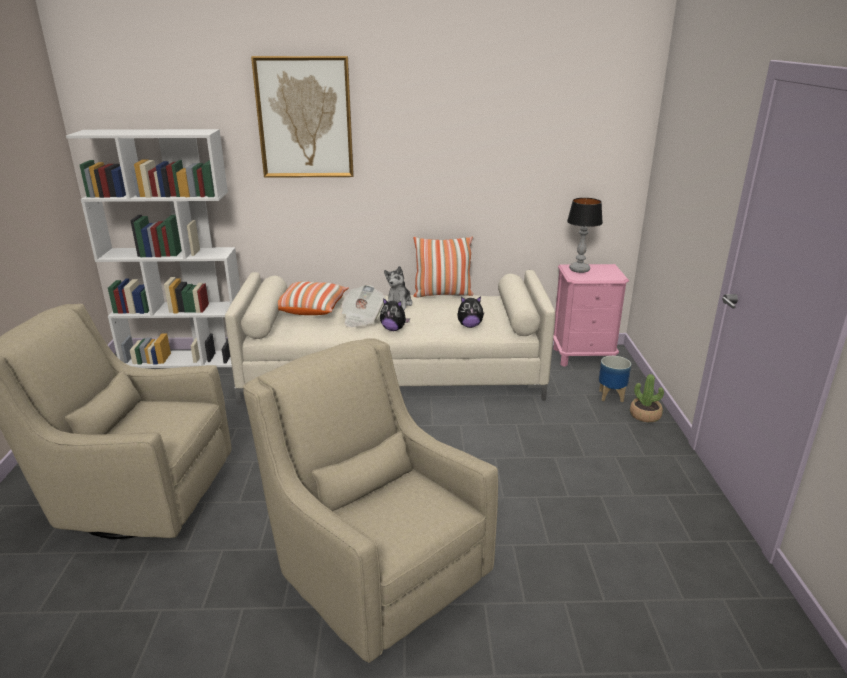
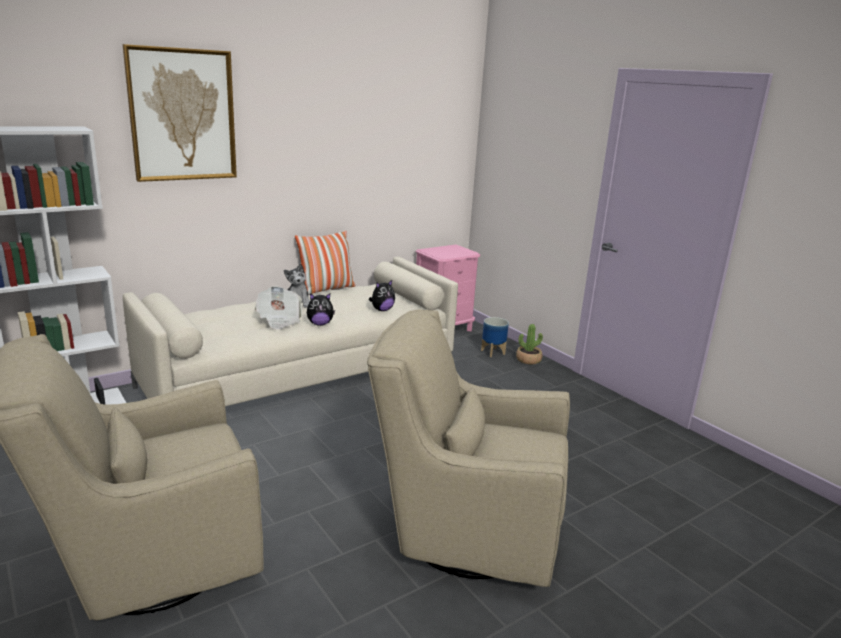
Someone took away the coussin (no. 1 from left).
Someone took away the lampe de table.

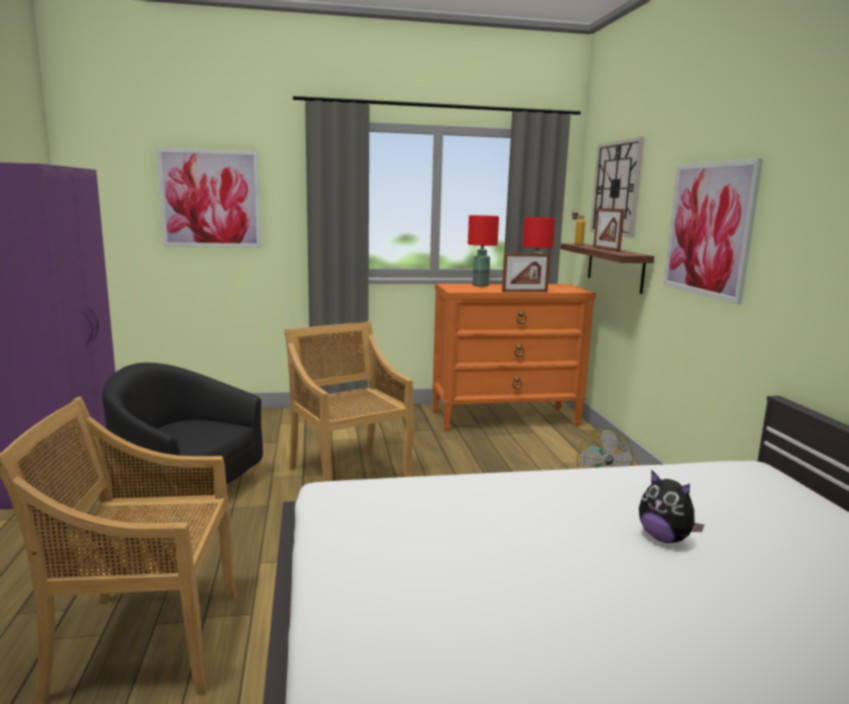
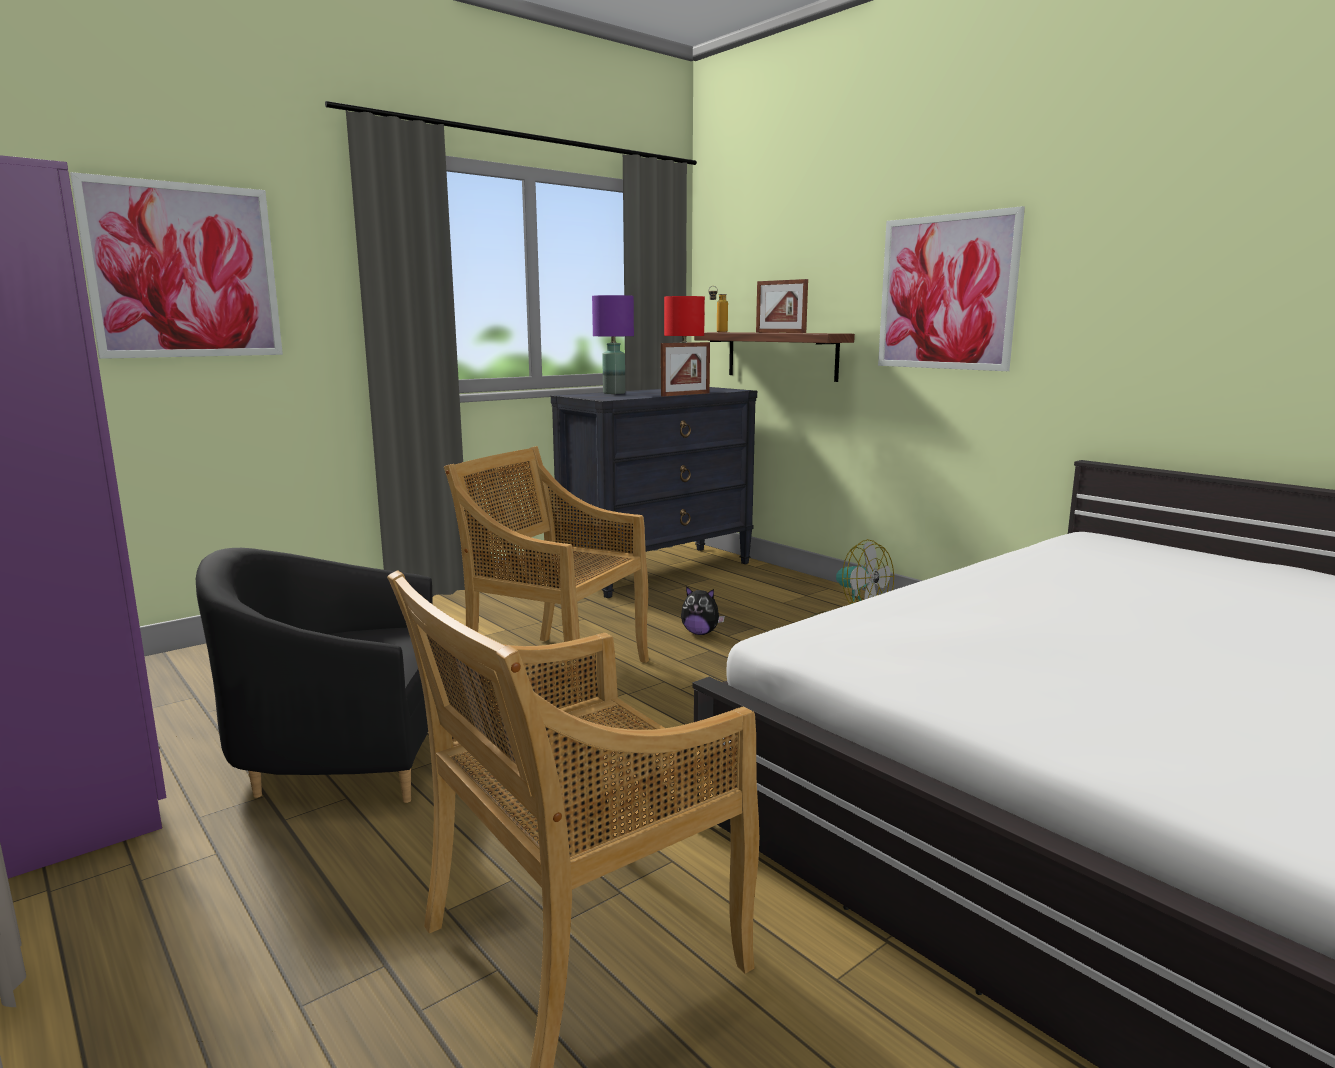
Someone repainted the commode [orange], which became the commode [noir].
Someone repainted the lampe de table [rouge] (no. 1 from left), which became the lampe de table [violet].
Someone took away the horloge murale.
Someone carried the peluche.

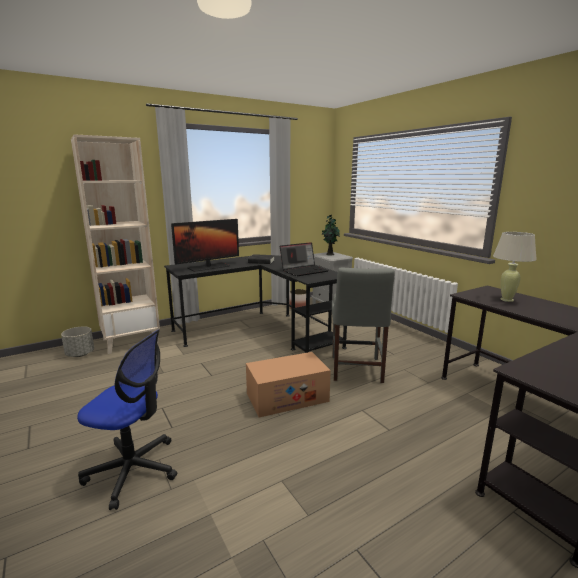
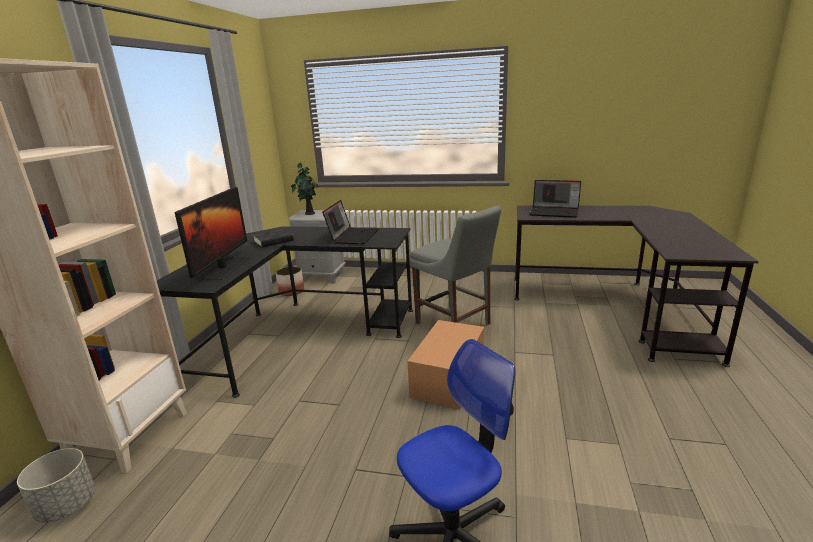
Someone swapped the lampe de table [beige] for the ordinateur portable (no. 2 from left).

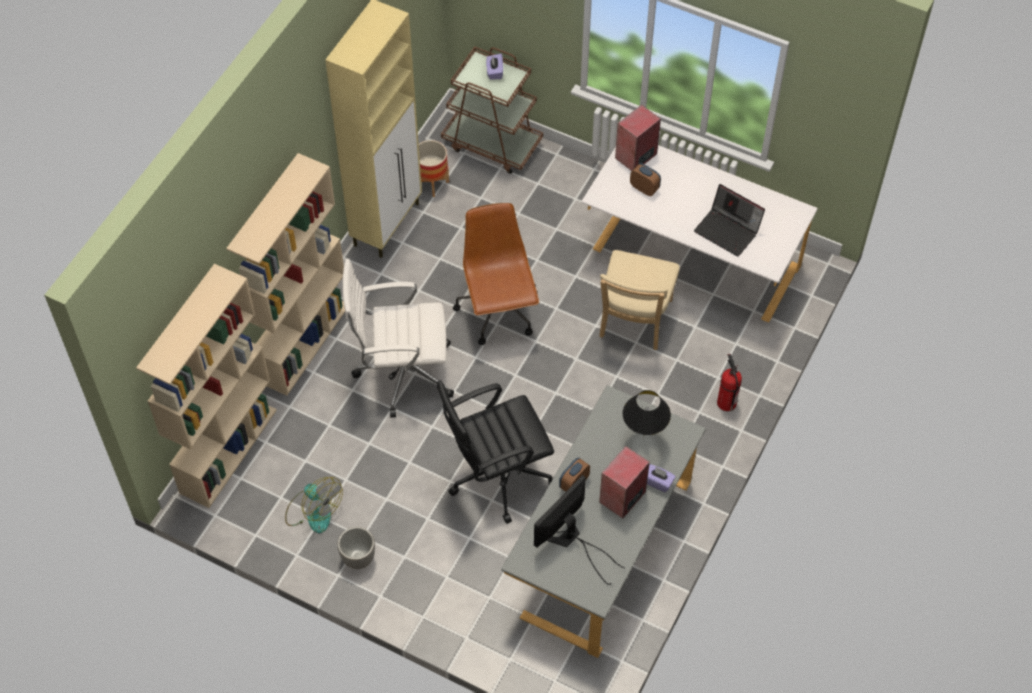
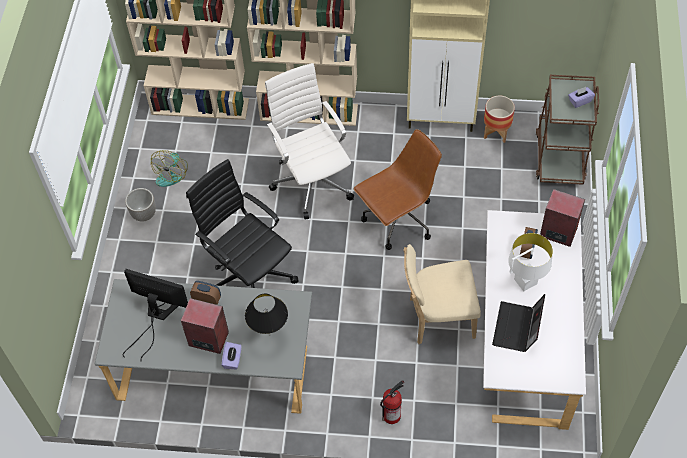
Someone put down the lampe de table [blanc].

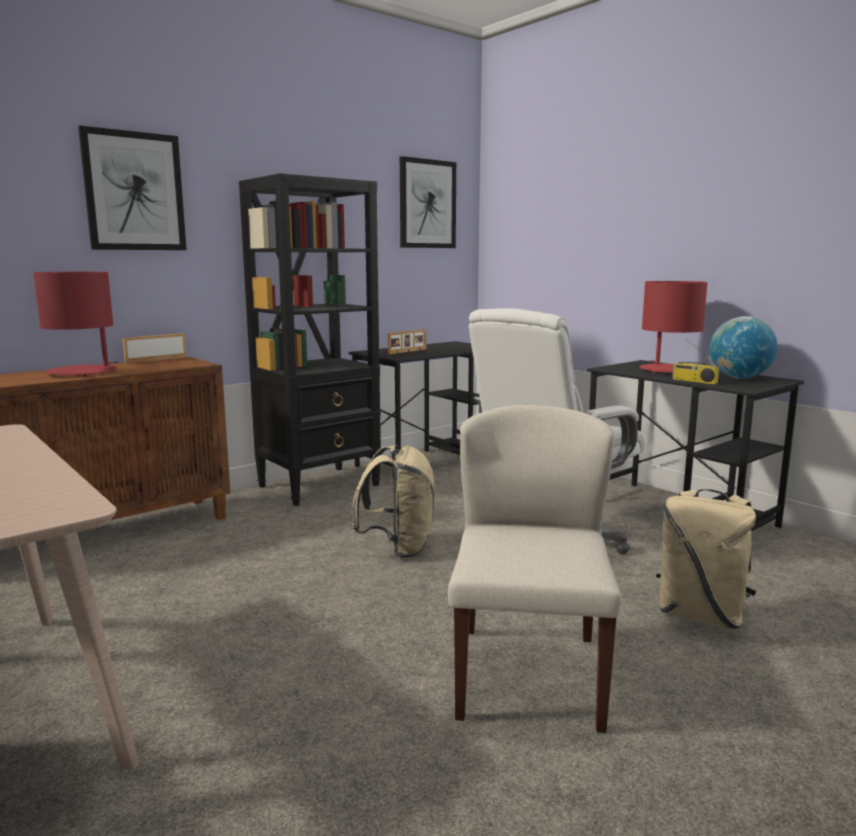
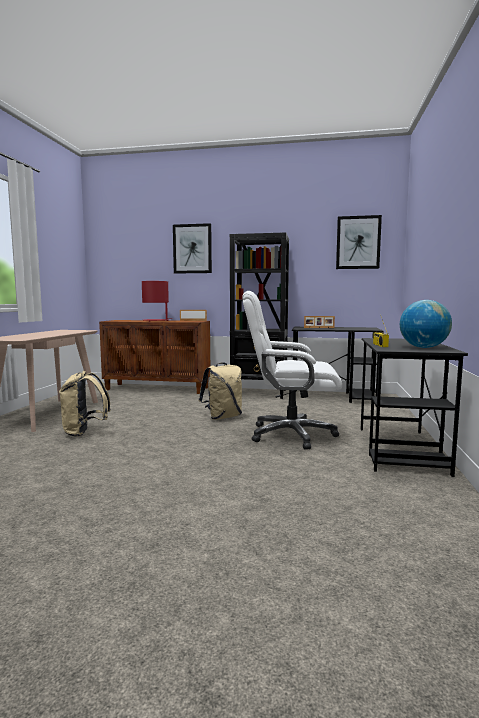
Someone took away the chaise [beige].
Someone took away the lampe de table [rouge] (no. 2 from left).
Someone carried the sac à dos [beige] (no. 2 from left in the first image).

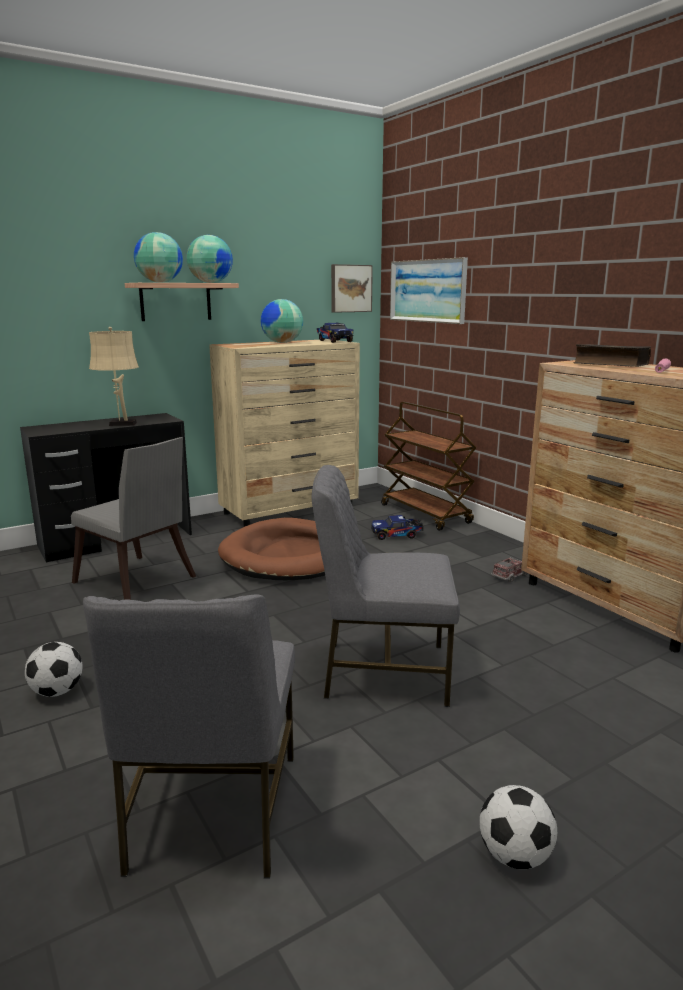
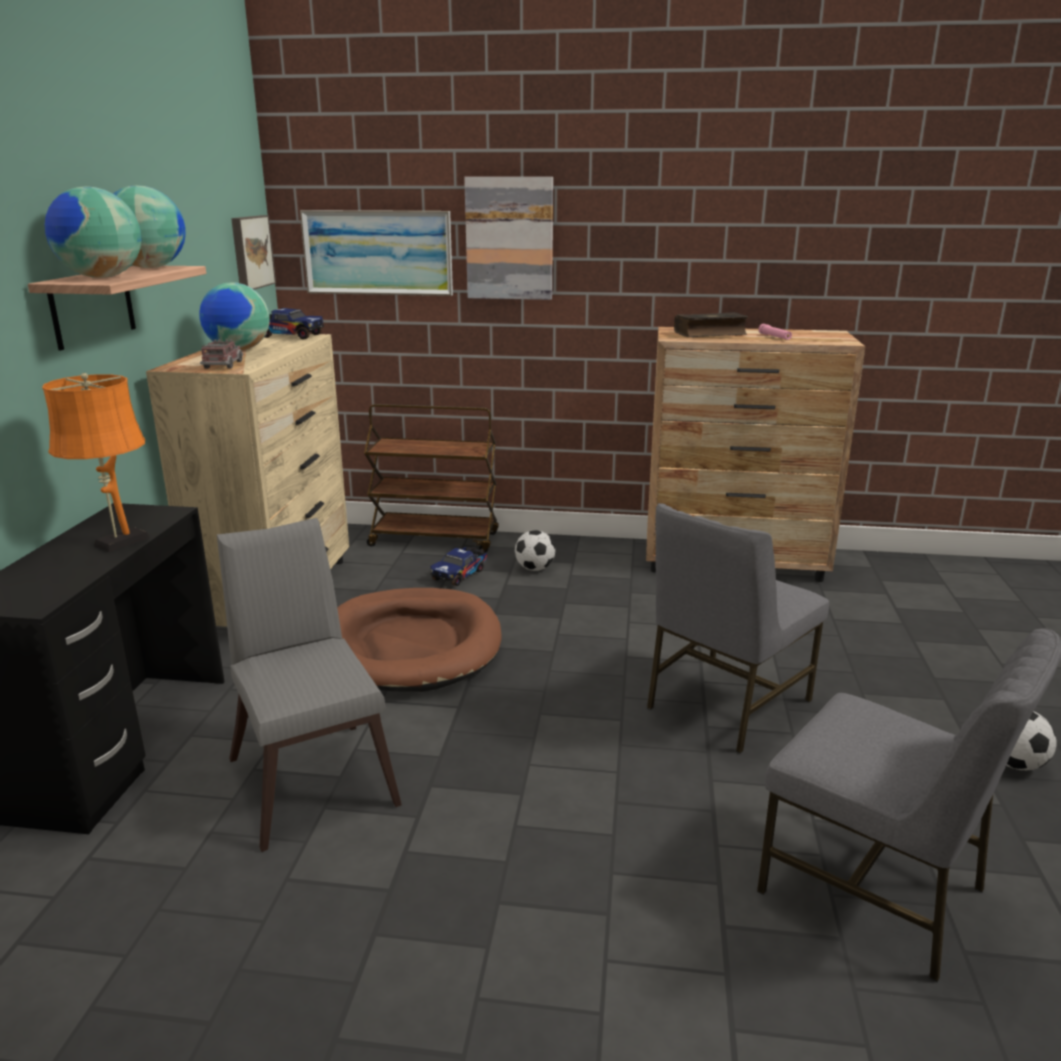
Someone carried the ballon de foot (no. 1 from left).
Someone rotated the chaise [gris] (no. 1 from left) by 105 degrees counterclockwise.
Someone repainted the lampe de table [beige], which became the lampe de table [orange].
Someone carried the camion jouet (no. 3 from left in the first image).
Someone put up the tableau (no. 3 from left).

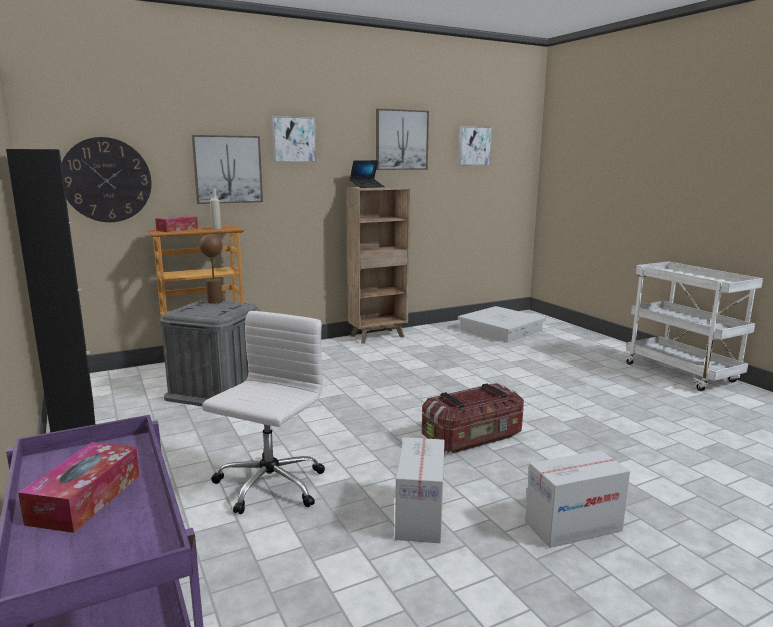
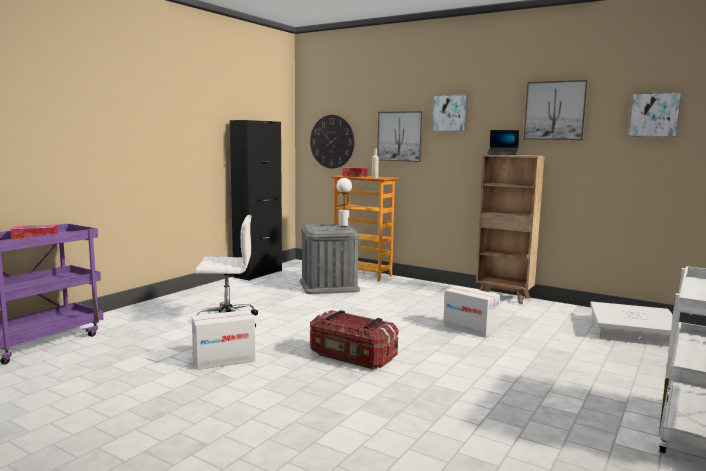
Someone repainted the lampe de table [marron], which became the lampe de table [blanc].
Someone carried the carton (no. 2 from left).

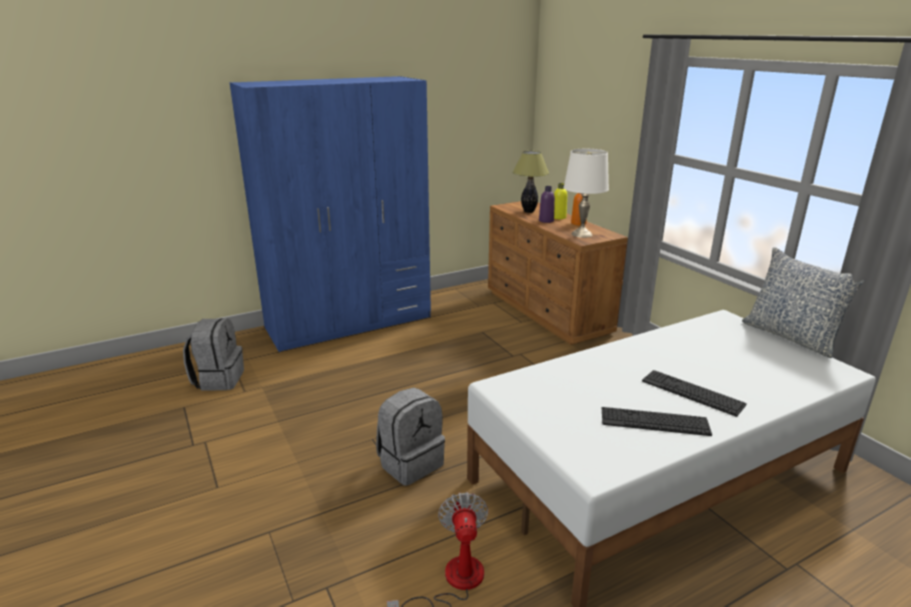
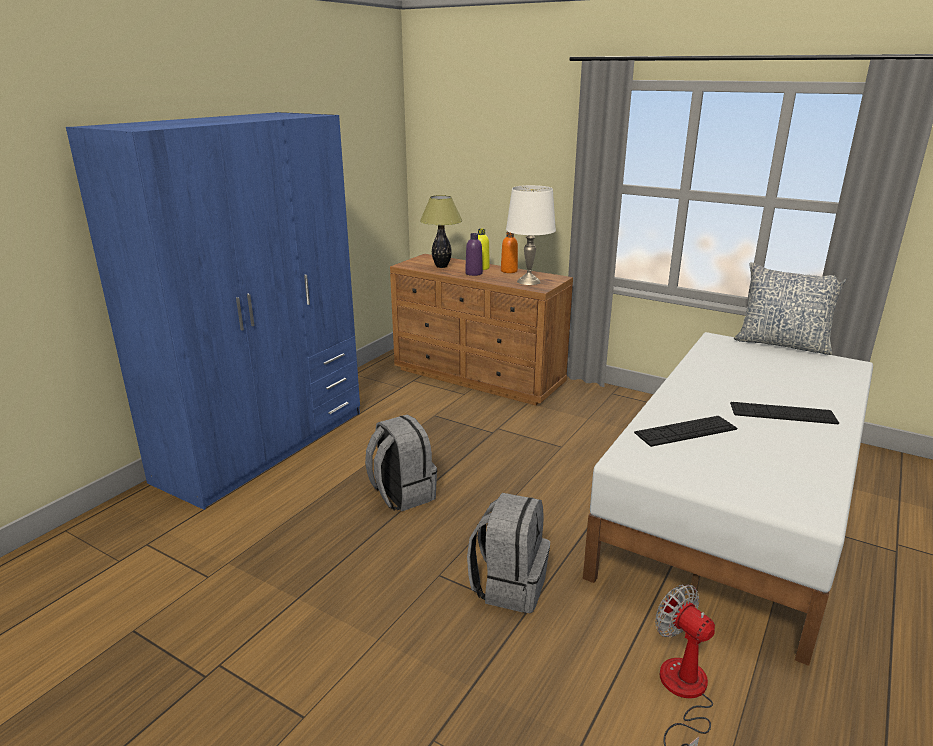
Someone carried the sac à dos [gris] (no. 1 from left).
Someone carried the clavier (no. 1 from left).

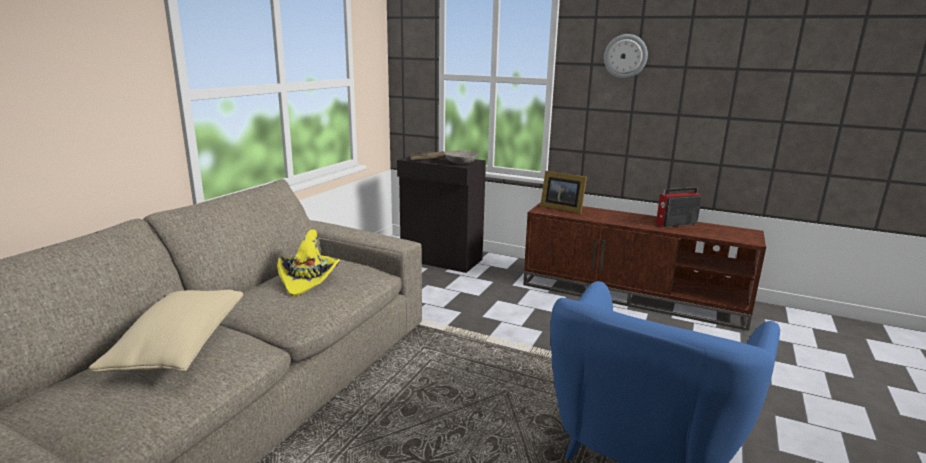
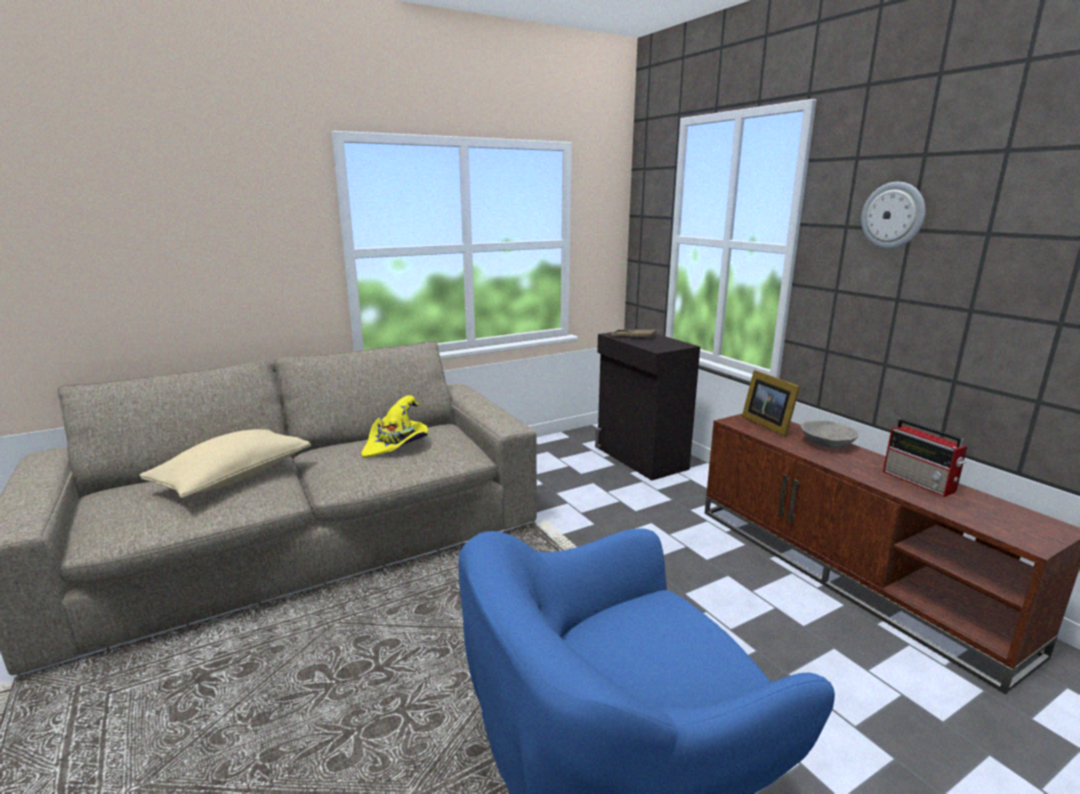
Someone carried the bol [gris].
Someone rotated the radio by 135 degrees counterclockwise.

